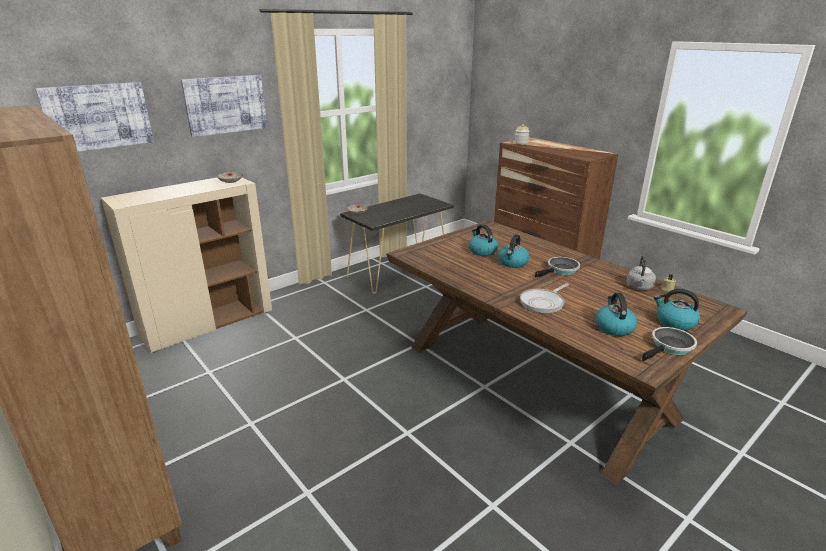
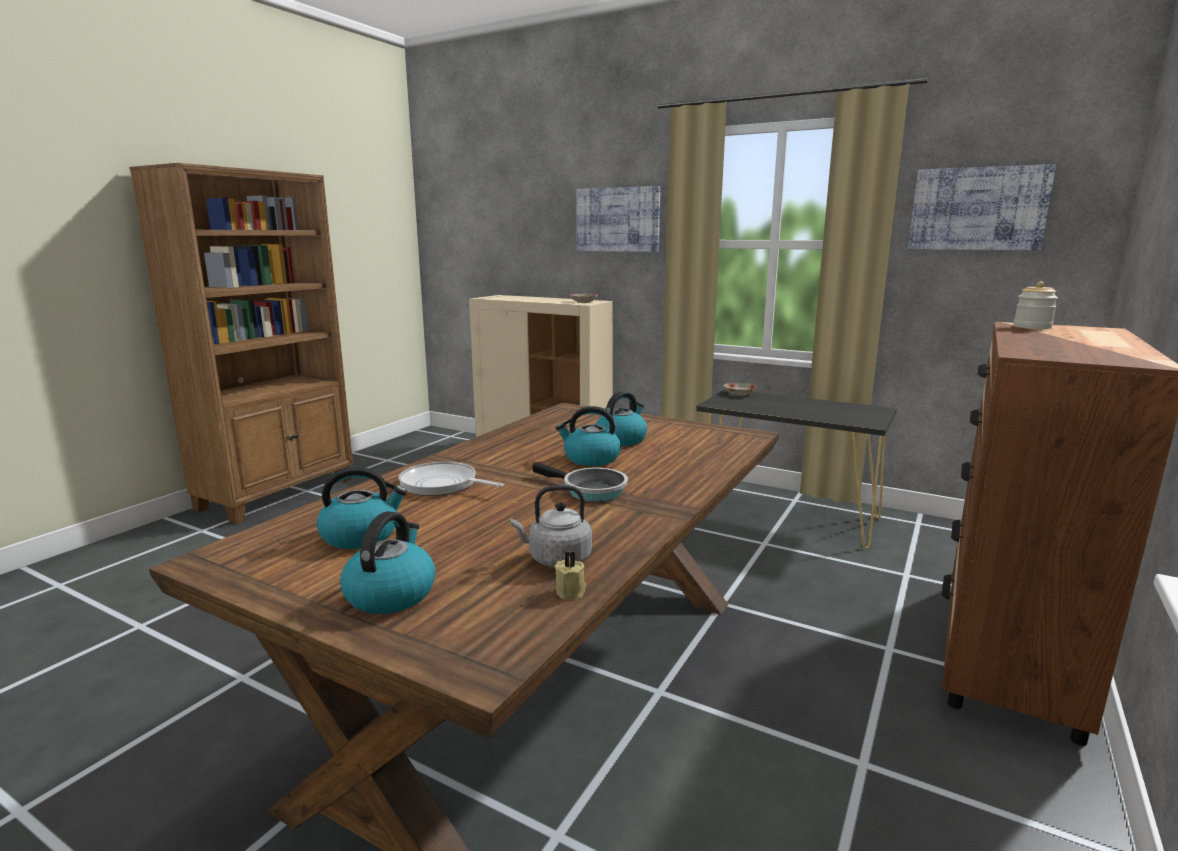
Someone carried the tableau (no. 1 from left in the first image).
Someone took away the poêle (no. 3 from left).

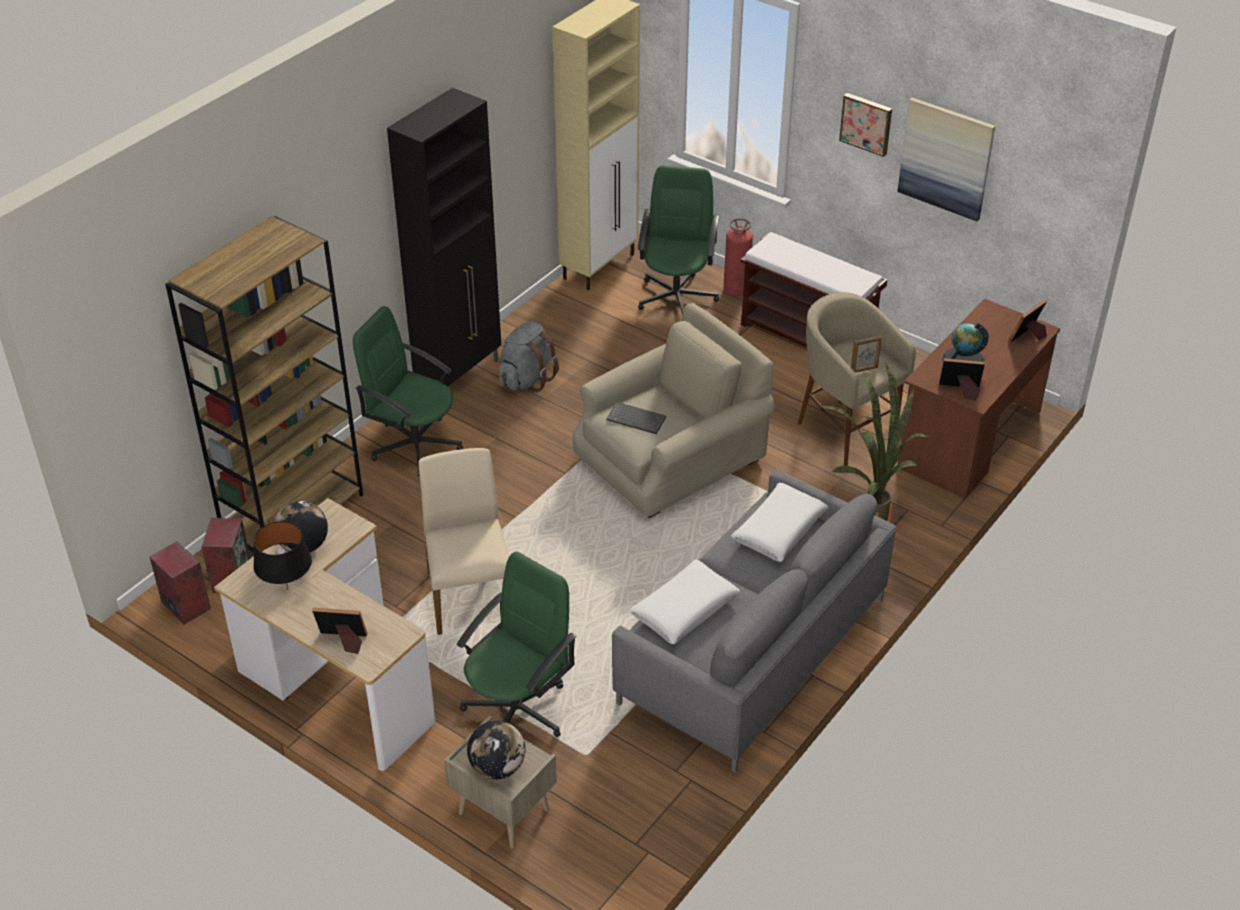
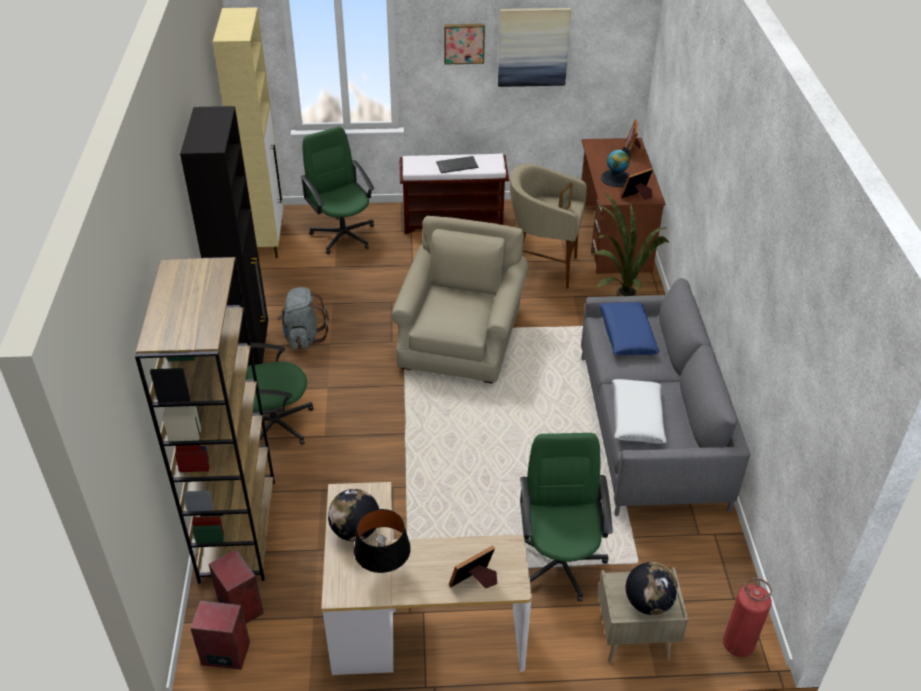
Someone took away the chaise [beige].
Someone carried the clavier.
Someone carried the extincteur.
Someone repainted the coussin [blanc] (no. 2 from left), which became the coussin [bleu].

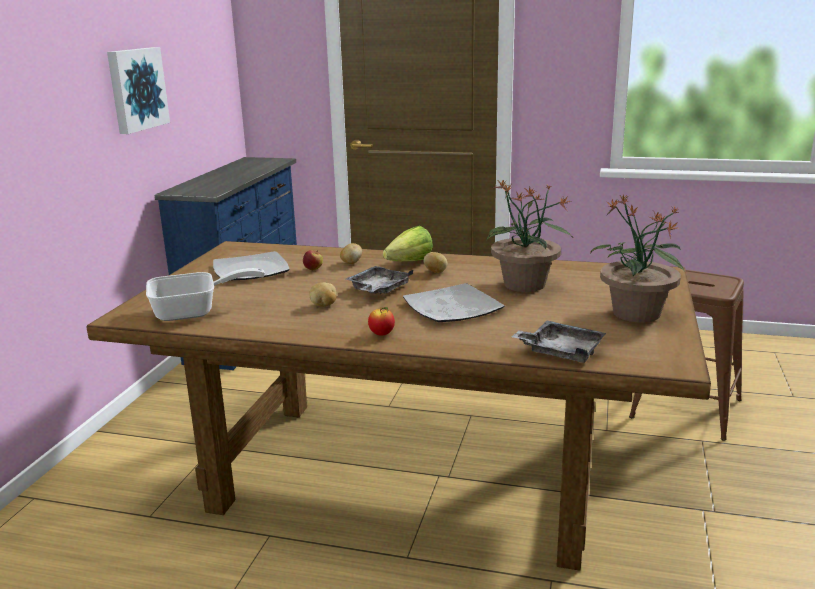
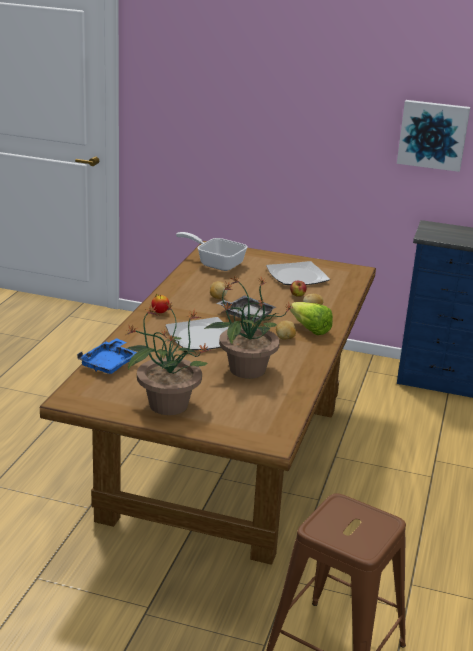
Someone rotated the poêle by 135 degrees clockwise.
Someone repainted the plateau [gris] (no. 2 from left), which became the plateau [bleu].

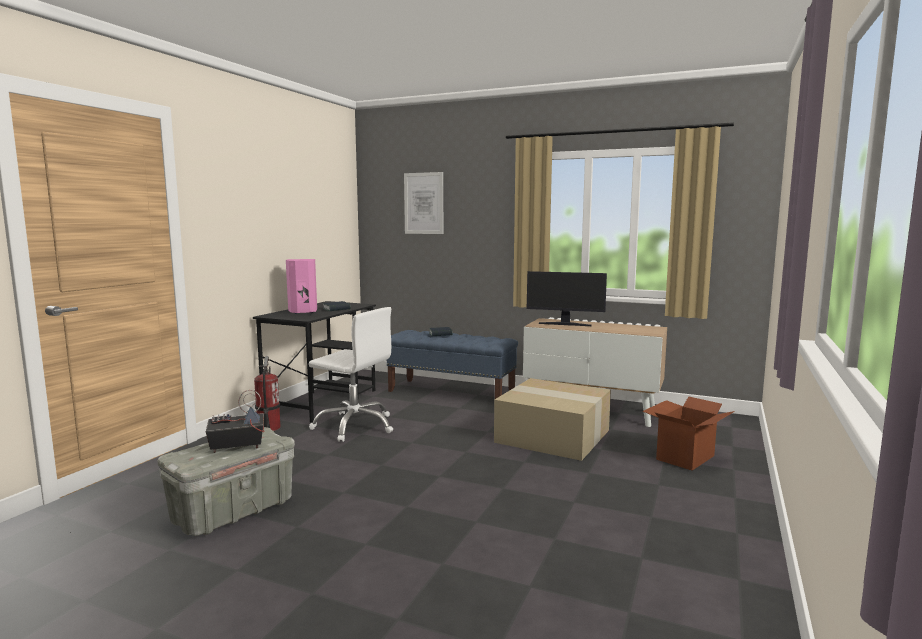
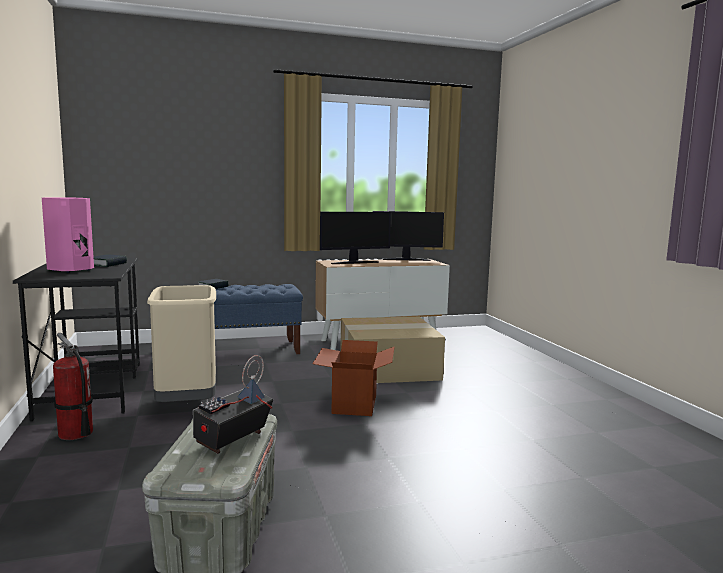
Someone swapped the chaise de bureau [blanc] for the poubelle [beige].
Someone took away the tableau.
Someone carried the carton (no. 2 from left in the first image).
Someone put down the écran d'ordinateur (no. 2 from left).

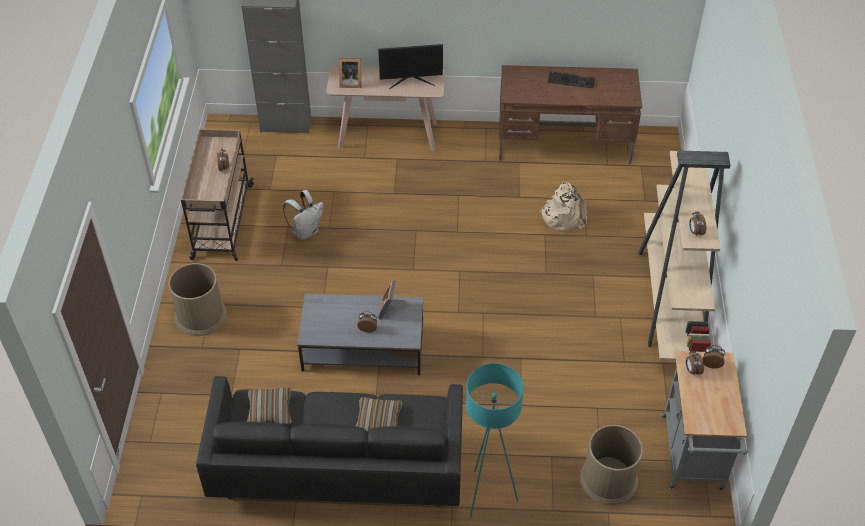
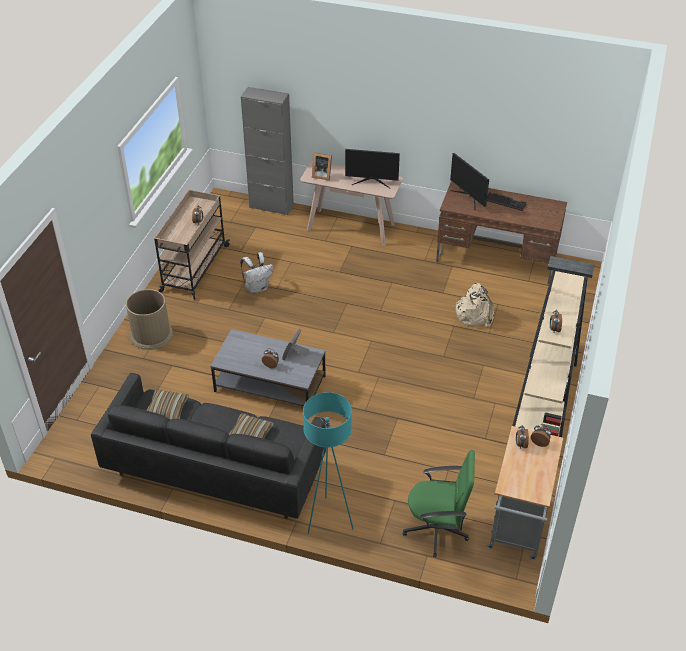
Someone swapped the poubelle [marron] (no. 2 from left) for the chaise de bureau [vert].
Someone put down the écran d'ordinateur (no. 2 from left).

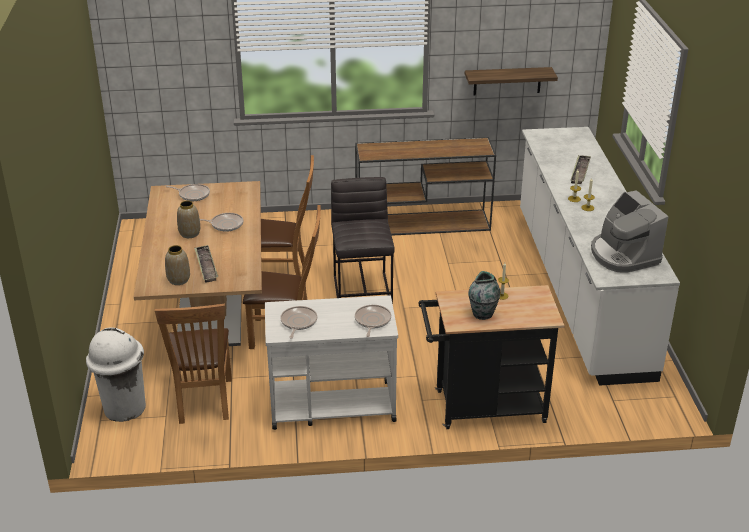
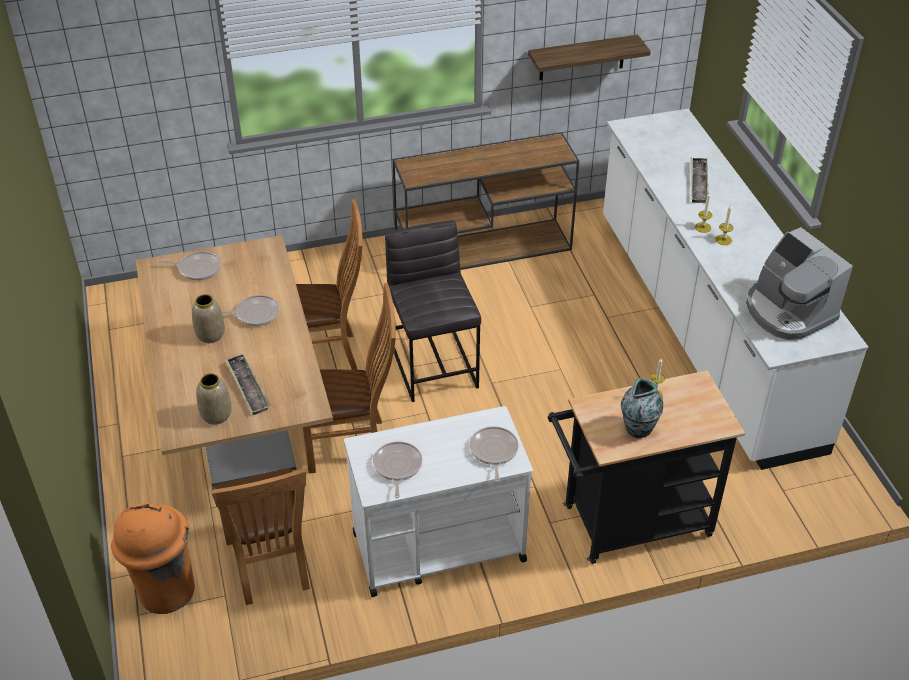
Someone repainted the poubelle [blanc], which became the poubelle [orange].

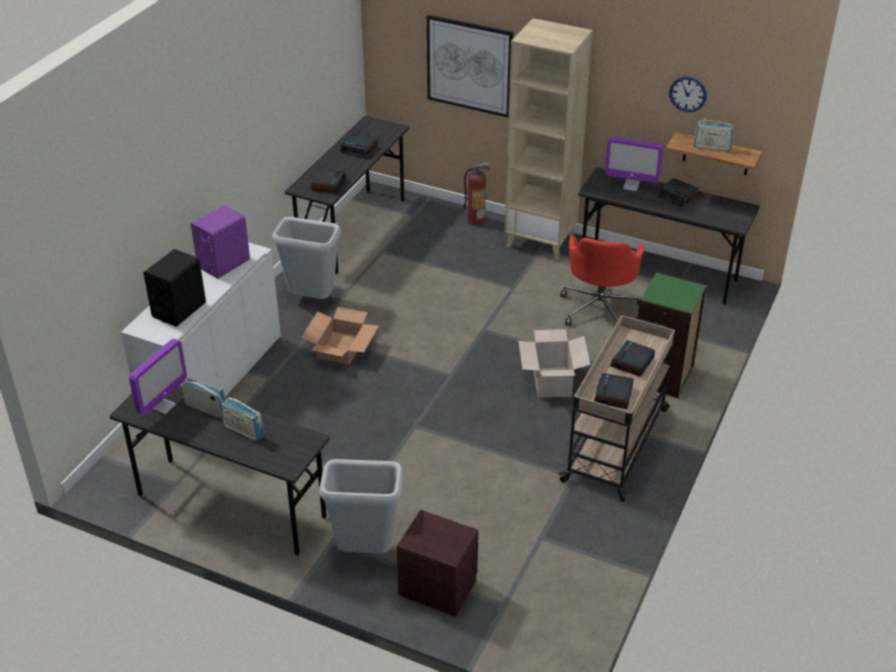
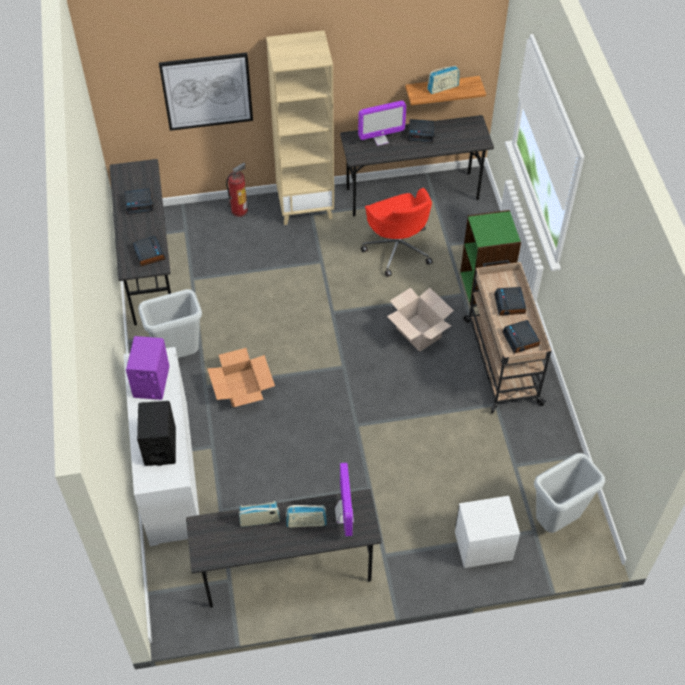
Someone carried the écran d'ordinateur (no. 1 from left).
Someone carried the poubelle [gris] (no. 2 from left).
Someone repainted the table de chevet [marron], which became the table de chevet [blanc].
Someone took away the horloge murale.

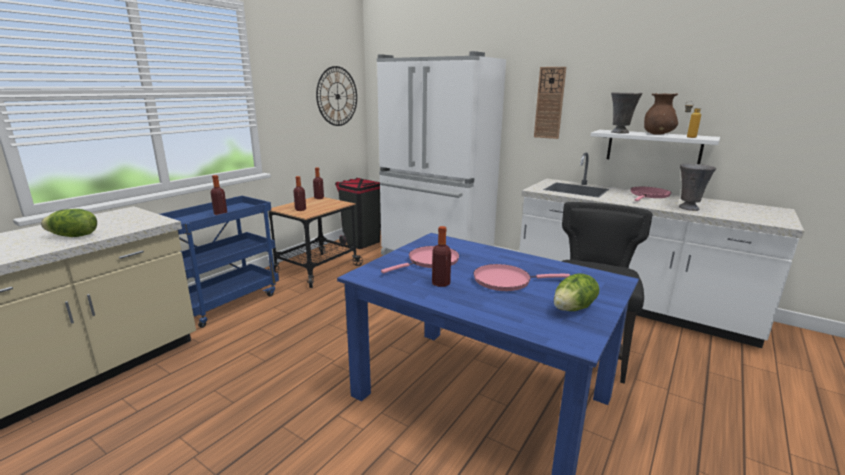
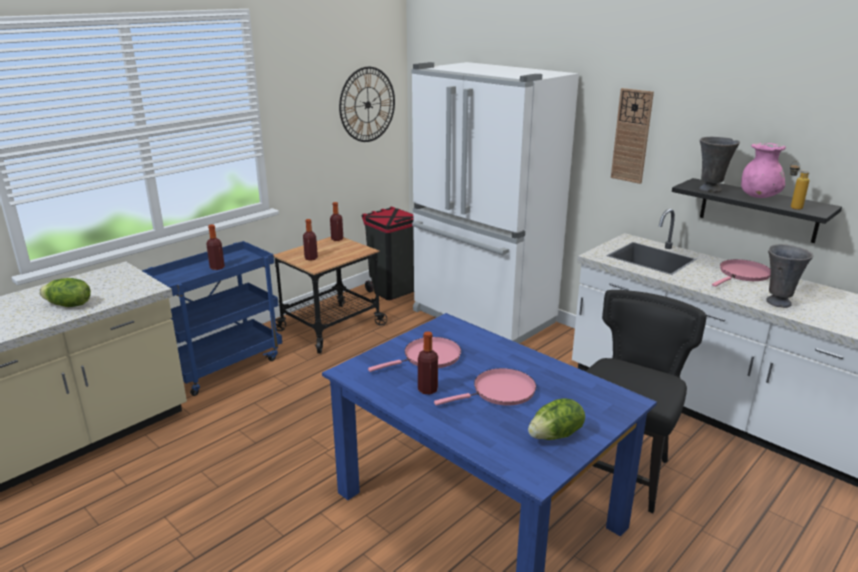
Someone rotated the poêle [rose] (no. 2 from left) by 150 degrees clockwise.
Someone repainted the étagère [blanc], which became the étagère [noir].
Someone repainted the vase [marron], which became the vase [rose].

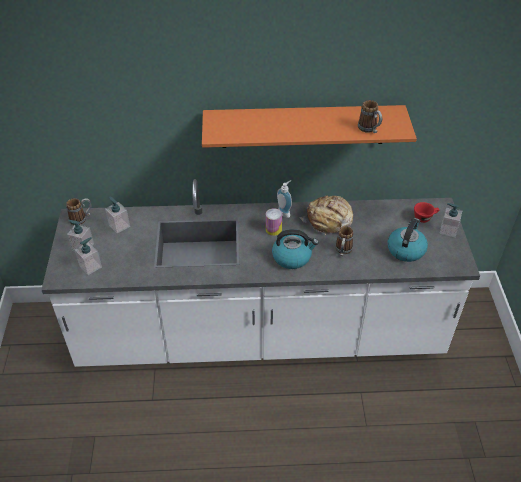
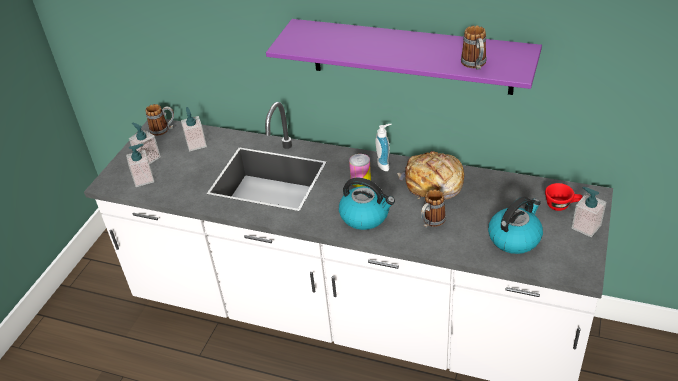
Someone repainted the étagère [orange], which became the étagère [violet].

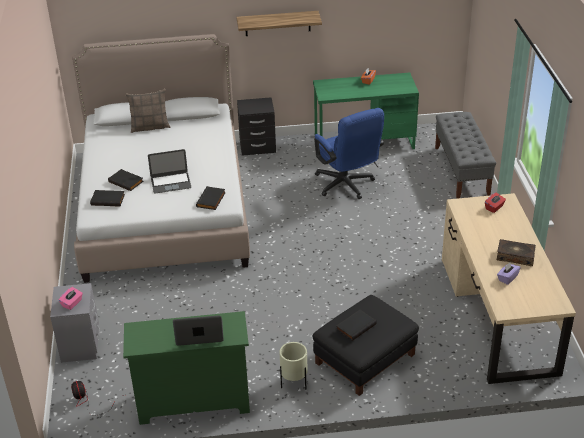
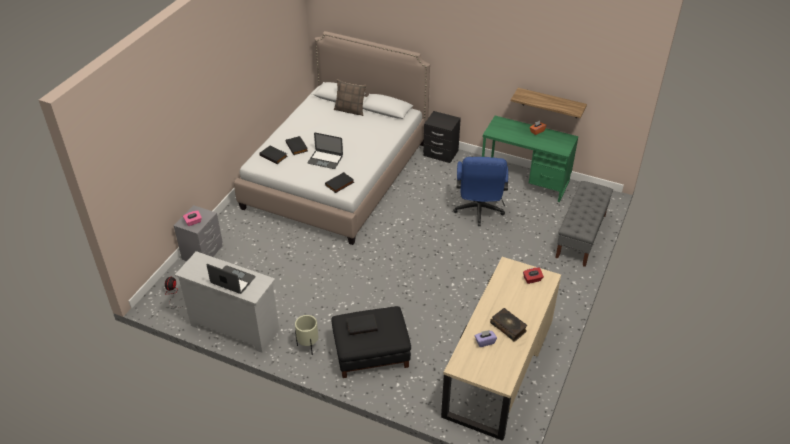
Someone repainted the commode [vert], which became the commode [blanc].
Someone carried the étagère.

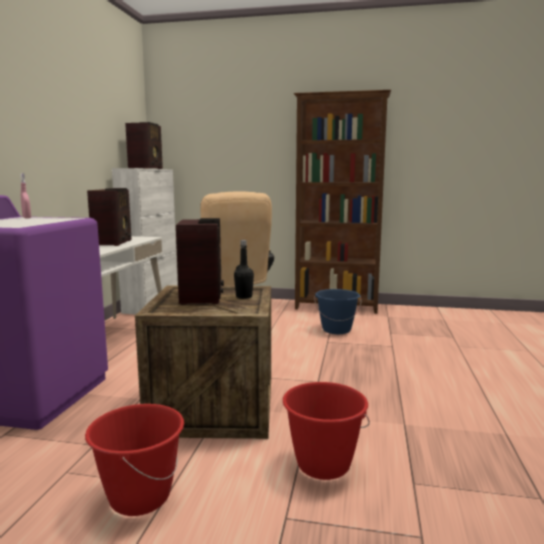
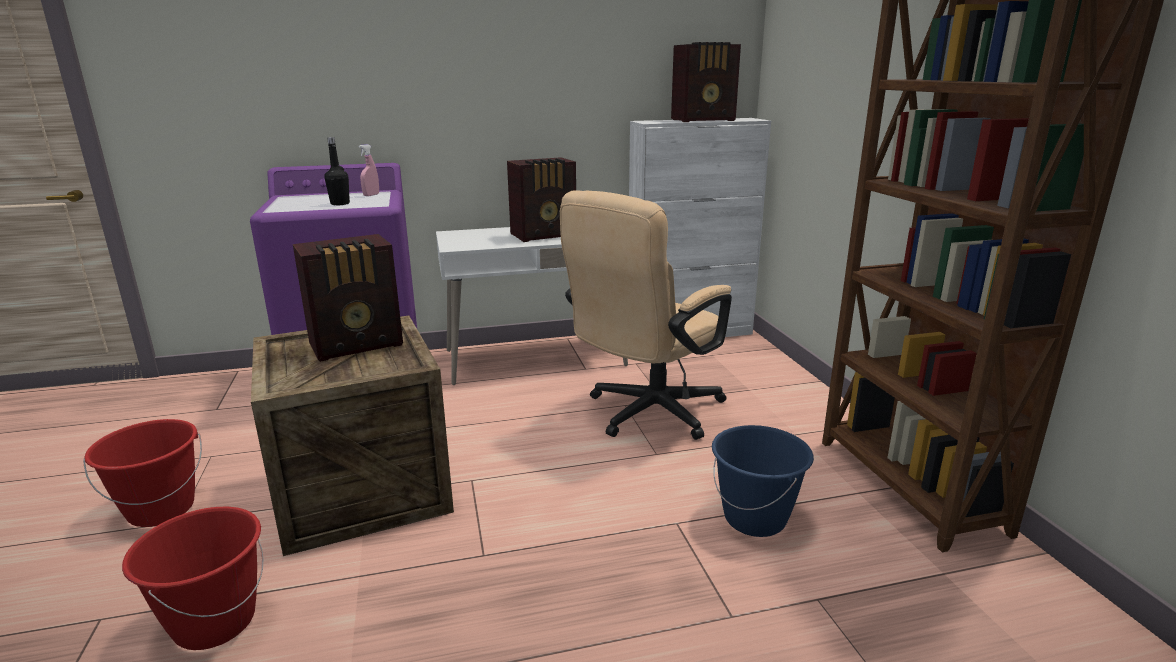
Someone carried the bouteille [noir].

